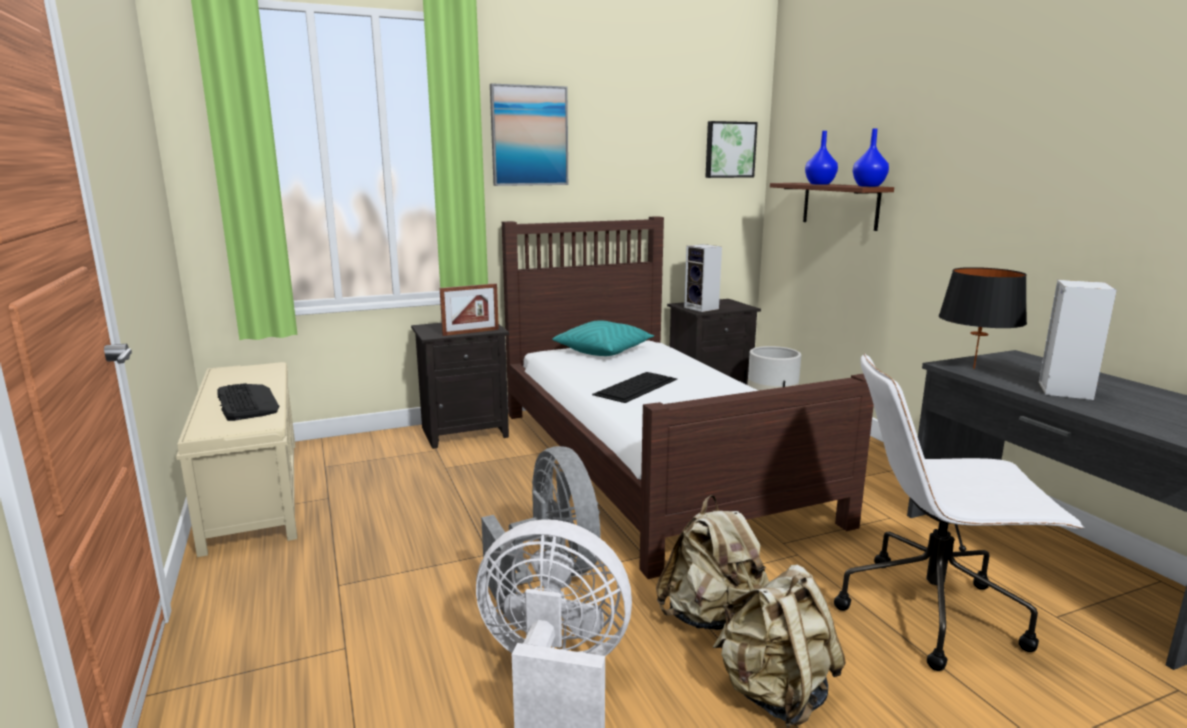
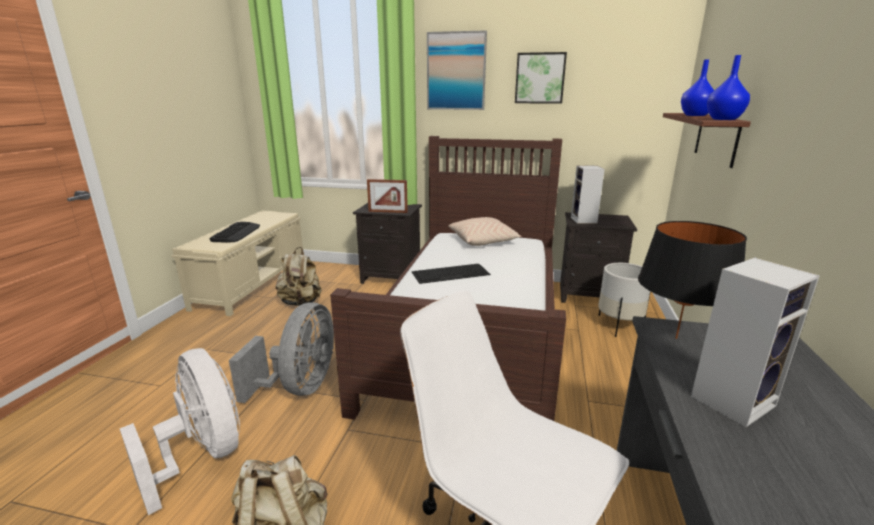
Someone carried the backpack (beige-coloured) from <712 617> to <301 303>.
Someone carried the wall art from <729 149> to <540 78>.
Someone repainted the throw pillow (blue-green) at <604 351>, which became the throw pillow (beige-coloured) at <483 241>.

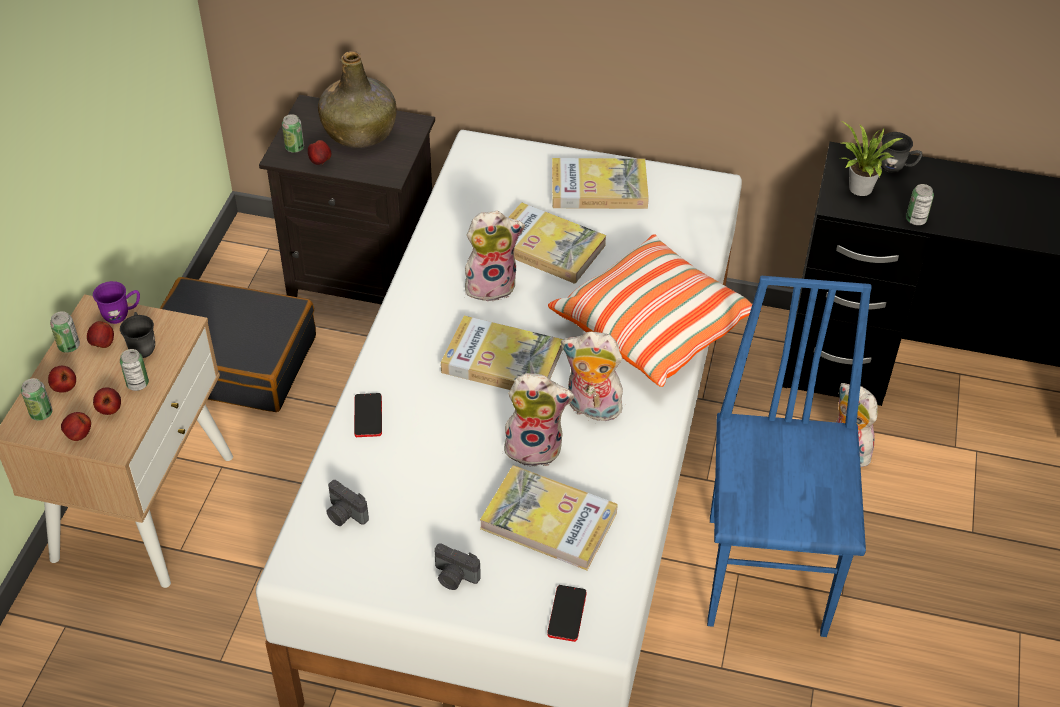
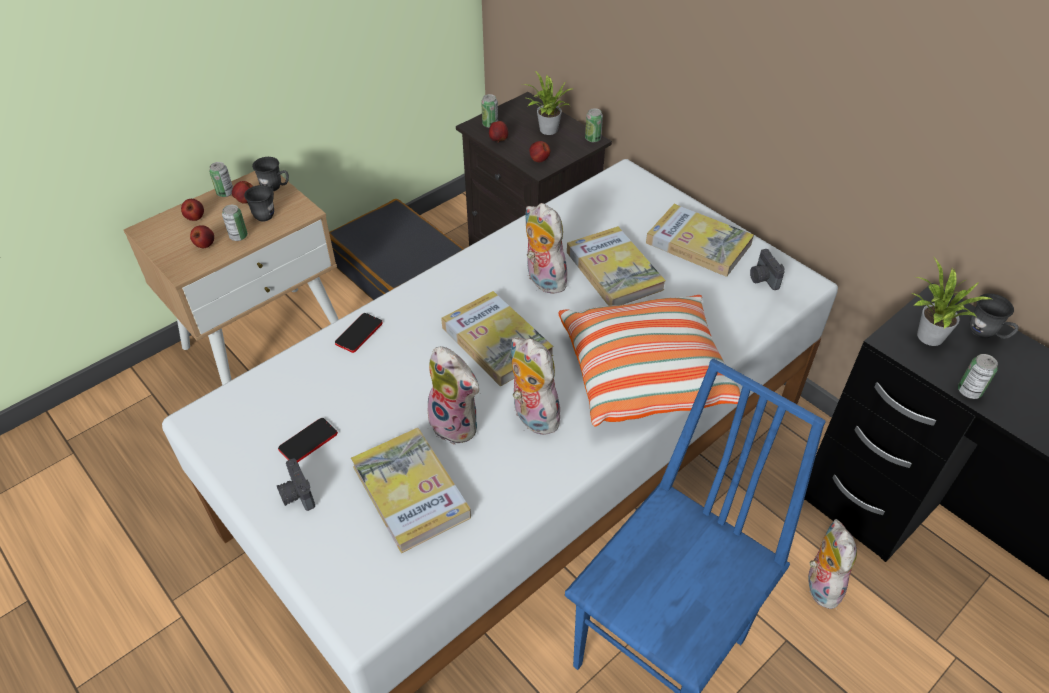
Someone carried the metal can from <41 413> to <593 139>.
Someone carried the apple fruit from <78 435> to <539 160>.
Someone carried the still camera from <344 515> to <762 279>.
Someone carried the handset from <567 614> to <308 441>.
Someone swapped the drink bottle (green-coloured) at <360 131> for the plant in a pot at <546 130>.
Someone repainted the tea mug (purple) at <122 315>, which became the tea mug (greyish) at <276 187>.
Someone rotated the plush toy at <491 285> by 150 degrees counterclockwise.

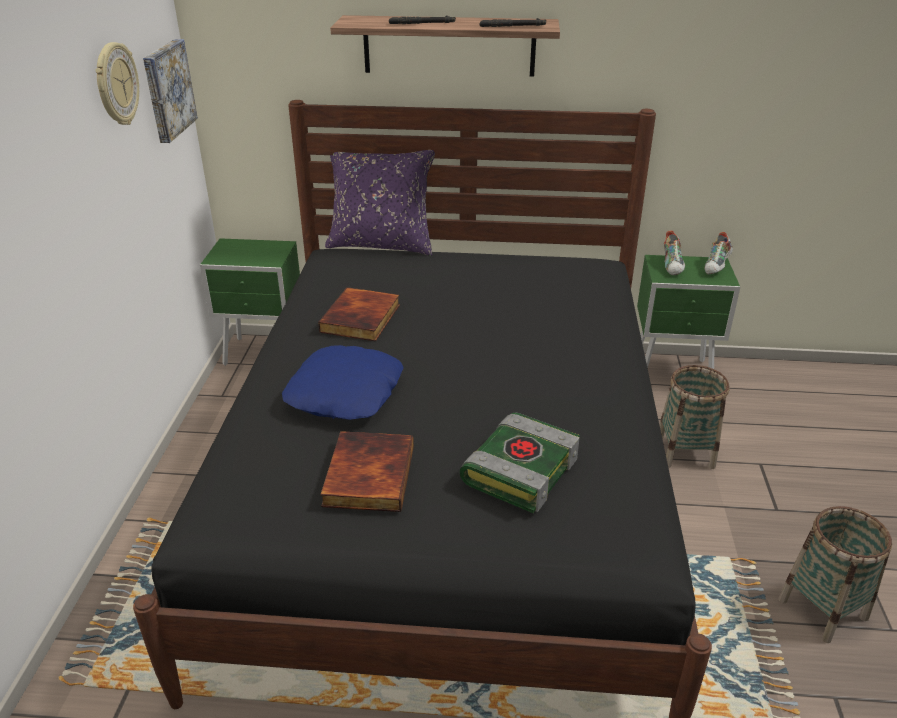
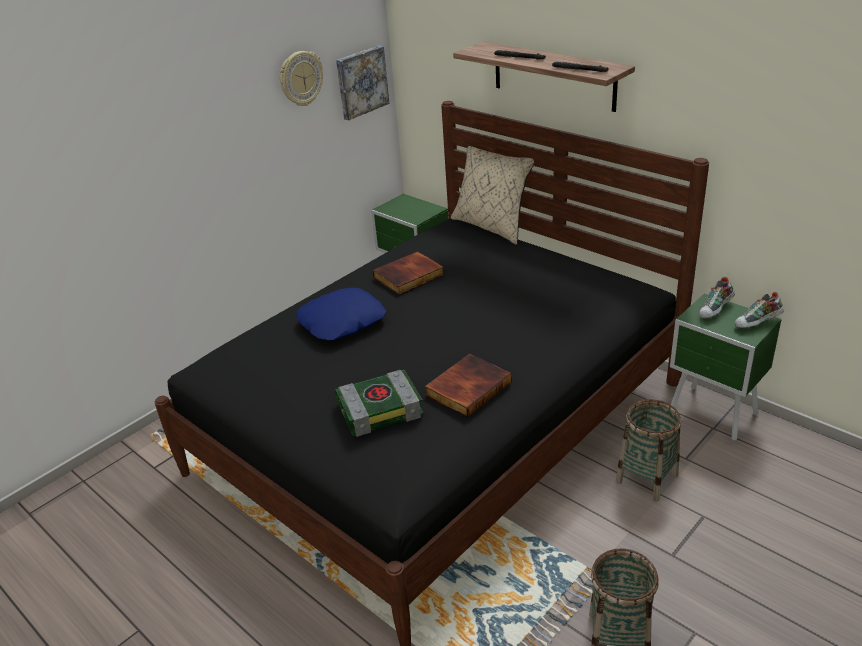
Someone carried the book from <367 475> to <467 387>.
Someone repainted the throw pillow (purple) at <382 244>, which became the throw pillow (beige-coloured) at <492 226>.

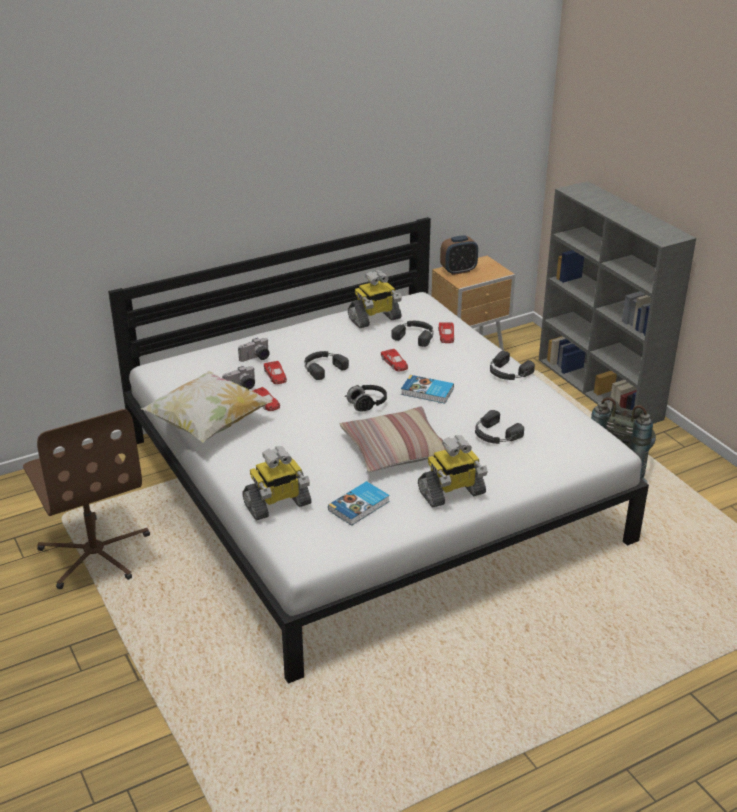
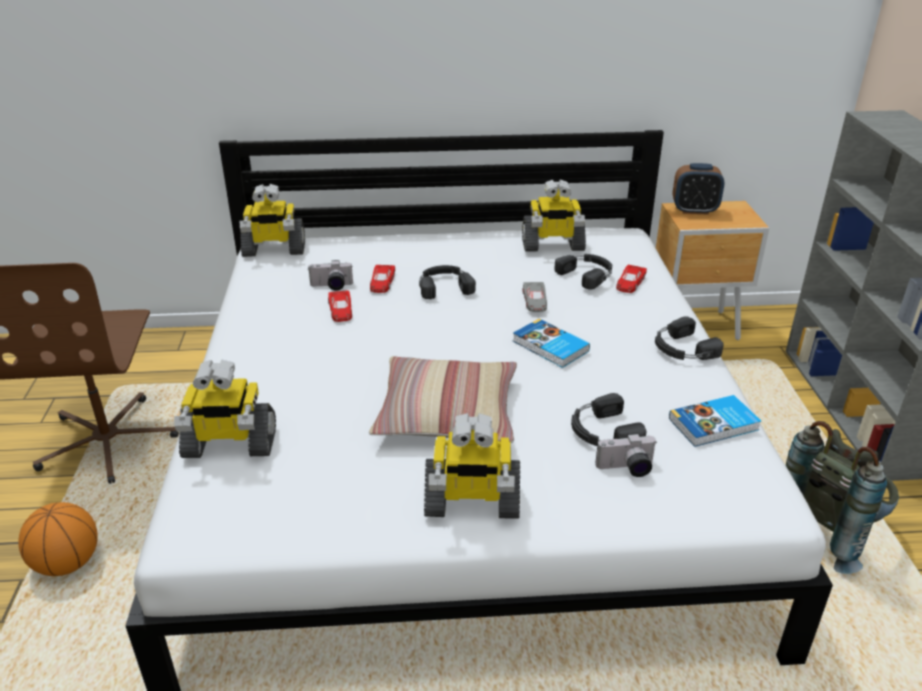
Someone took away the throw pillow at <208 425>.
Someone took away the headset (blackish) at <367 404>.
Someone put down the ball for basketball at <67 564>.
Someone put down the robot figure at <273 249>.
Someone carried the still camera from <256 358> to <626 469>.
Someone carried the book from <360 506> to <714 425>.
Someone repainted the model car (reddish) at <394 363>, which became the model car (greyish) at <534 301>.

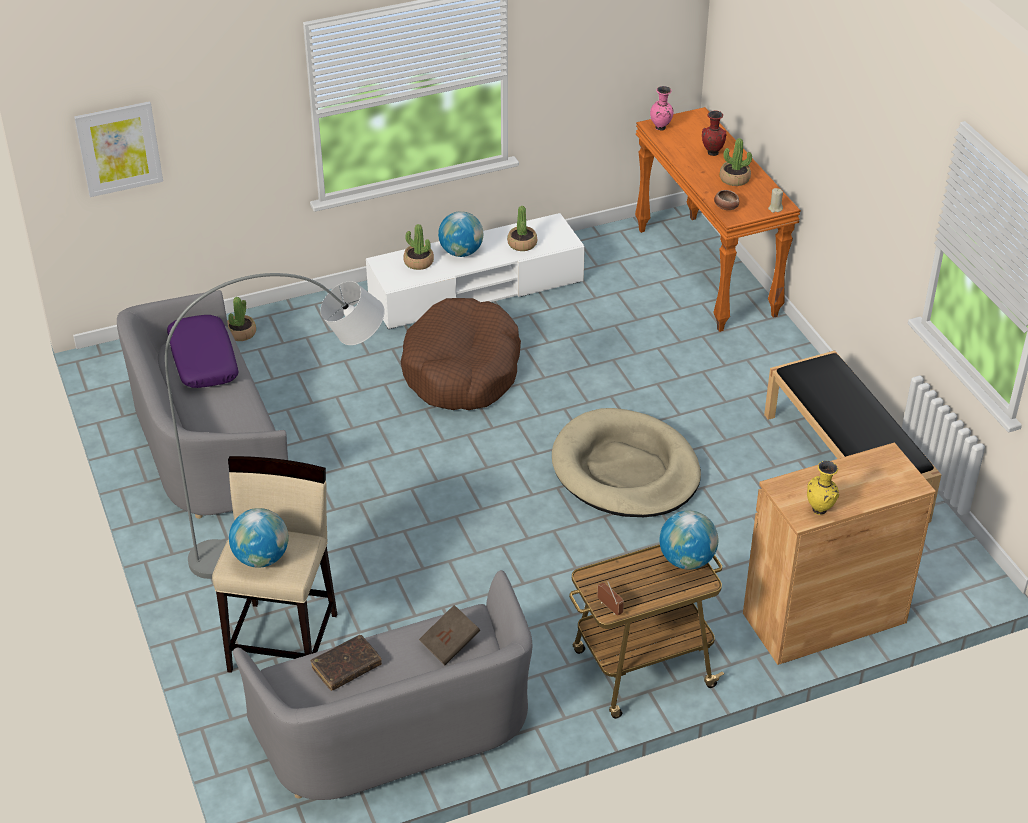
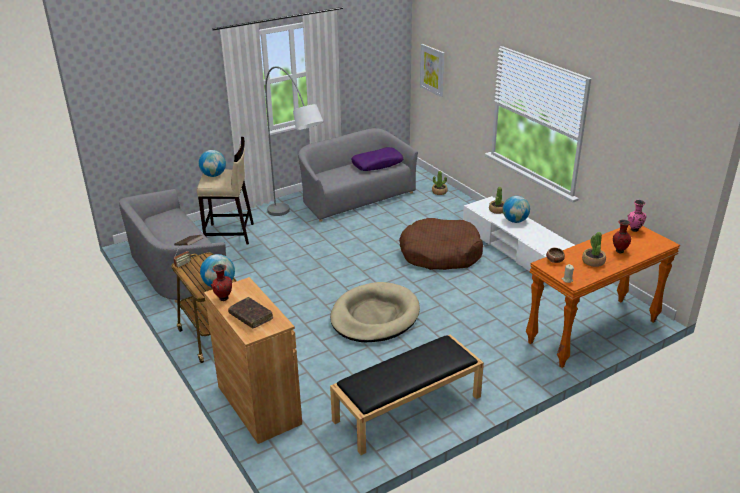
Someone took away the plant in a pot at <522 244>.
Someone carried the book (brown-coloured) from <346 667> to <251 317>.
Someone repainted the vase (yellow-coloured) at <820 510>, which became the vase (reddish) at <223 299>.

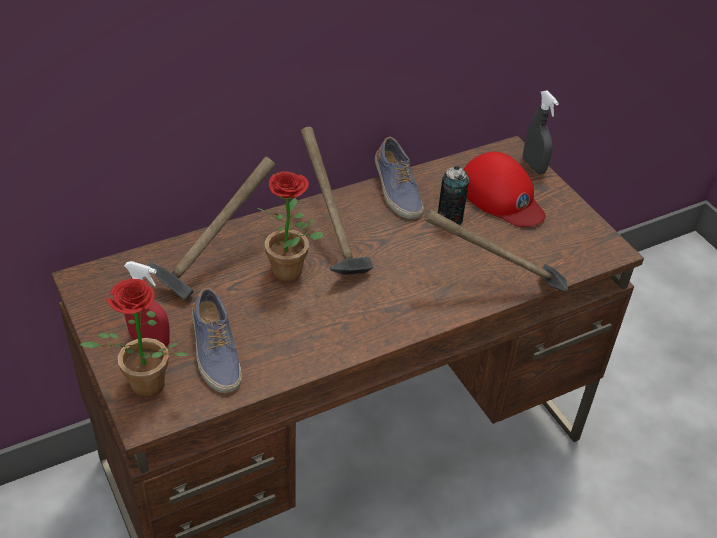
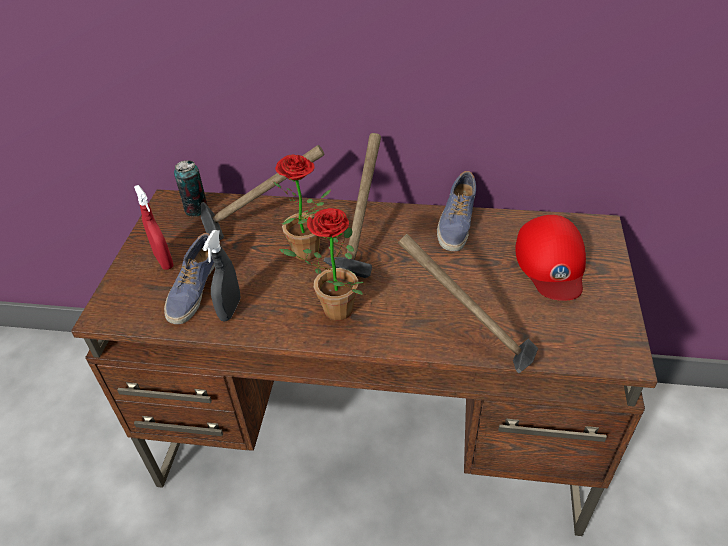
Someone carried the plant in a pot from <142 389> to <331 311>.
Someone carried the metal can from <449 219> to <196 209>.
Someone carried the hand sprayer (greyish) from <534 166> to <230 309>.

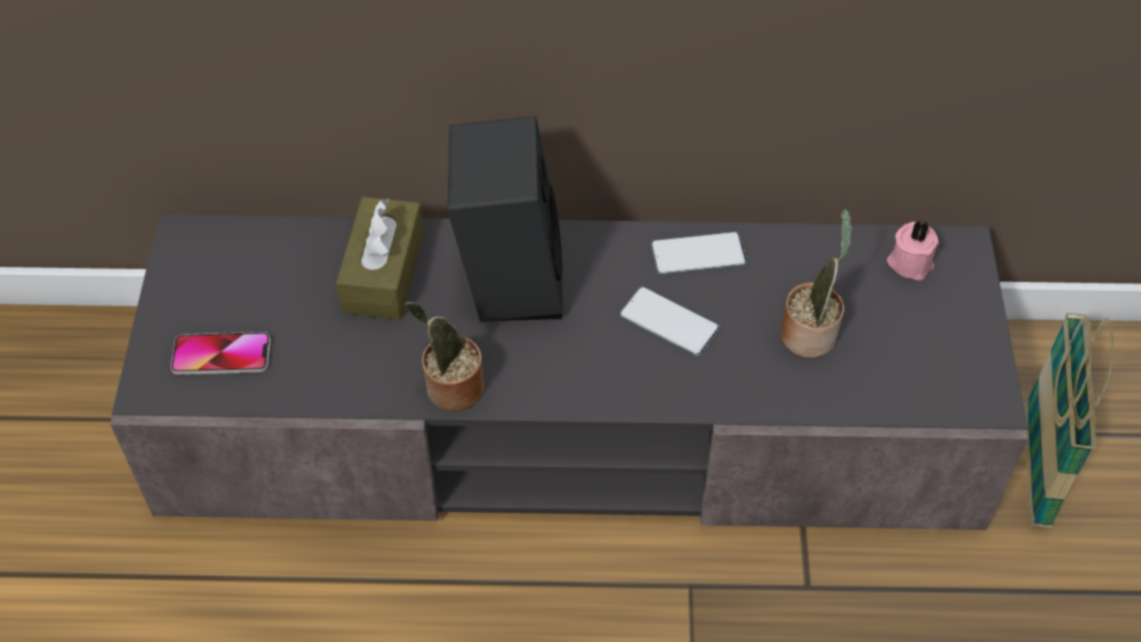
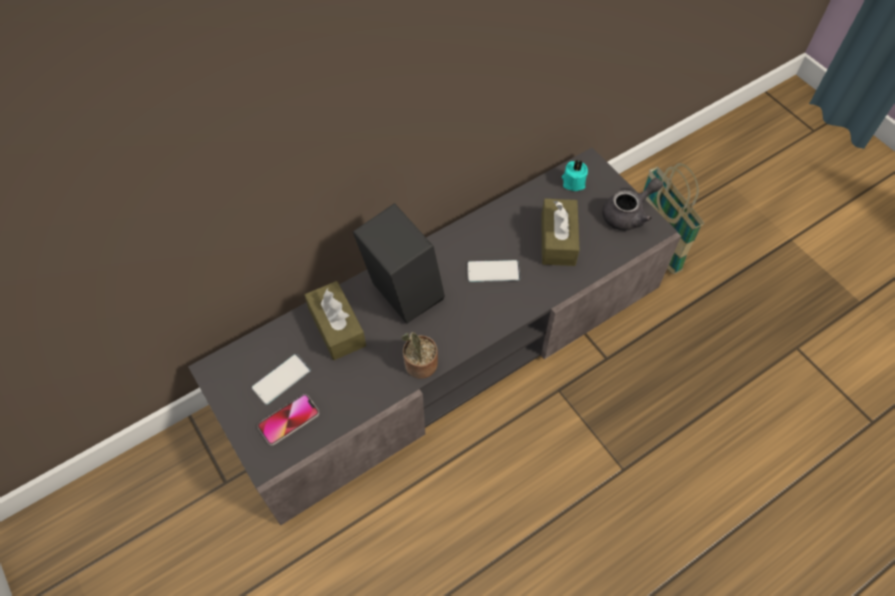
Someone put down the teapot (greyish) at <628 214>.
Someone carried the handset from <698 254> to <281 379>.
Someone swapped the plant in a pot at <810 332> for the tissue holder (brown-coloured) at <558 240>.
Someone repainted the wax candle (pink-coloured) at <910 261>, which became the wax candle (blue-green) at <573 182>.

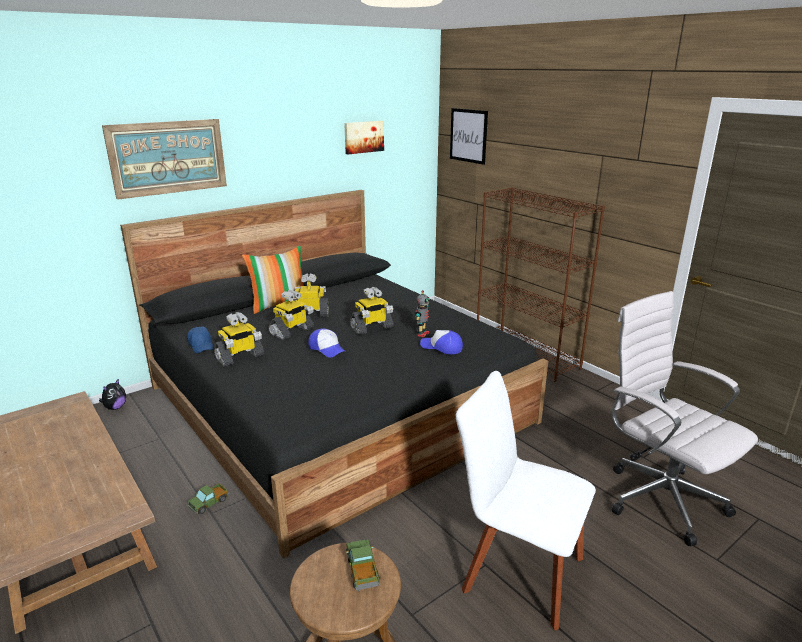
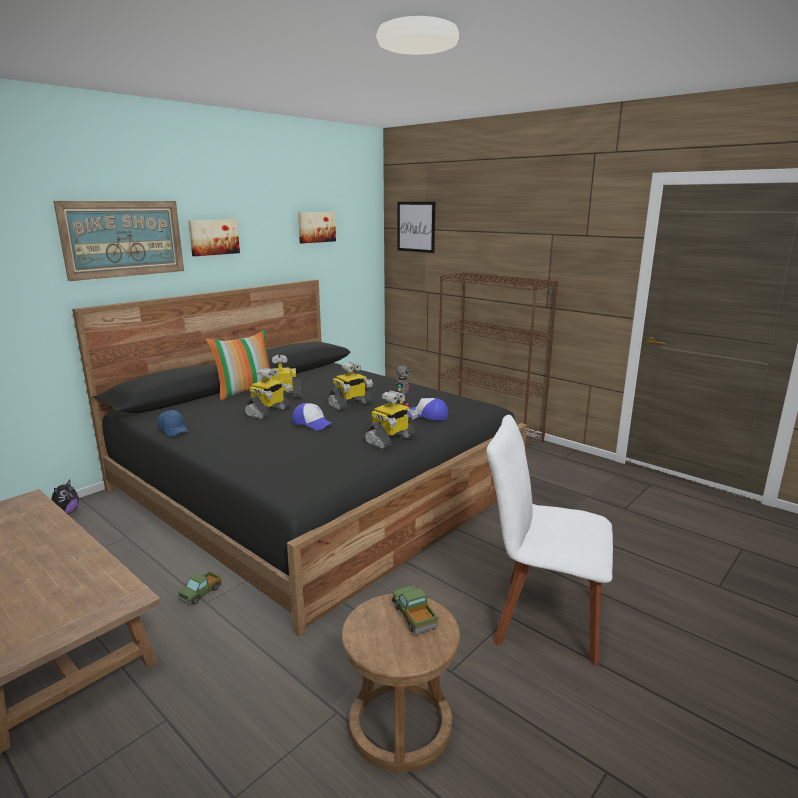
Someone took away the computer chair (white-coloured) at <659 497>.
Someone put up the wall art at <213 237>.
Someone carried the robot figure from <240 357> to <390 440>.

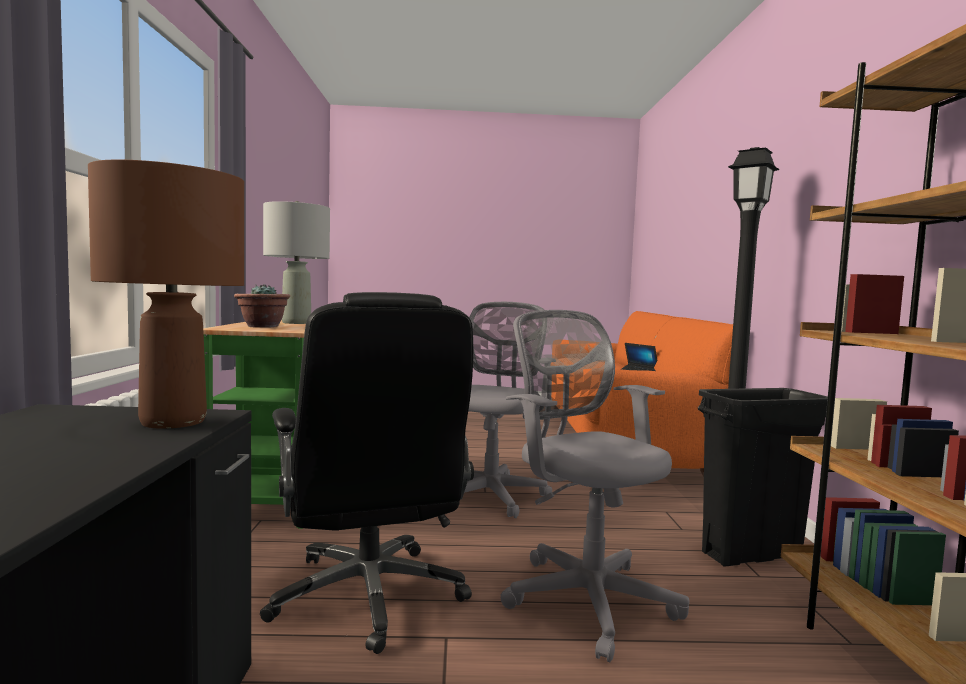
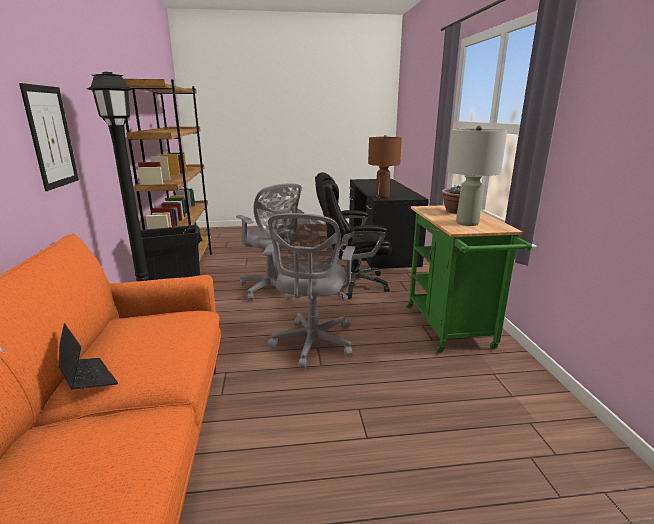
Someone put up the wall art at <51 137>.
Someone rotated the computer chair (blackish) at <369 597> by 75 degrees counterclockwise.

